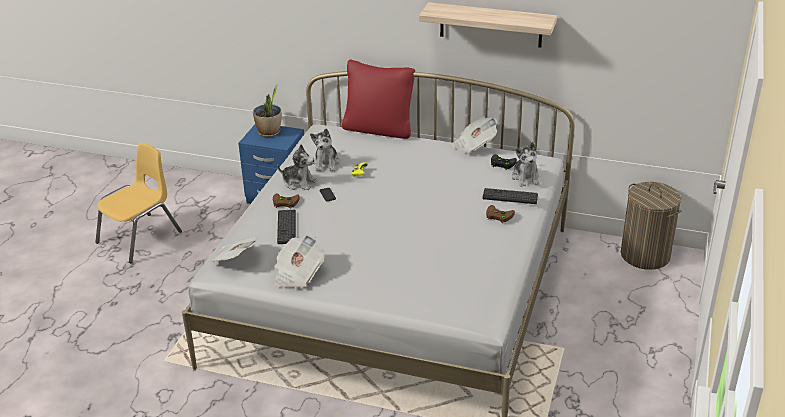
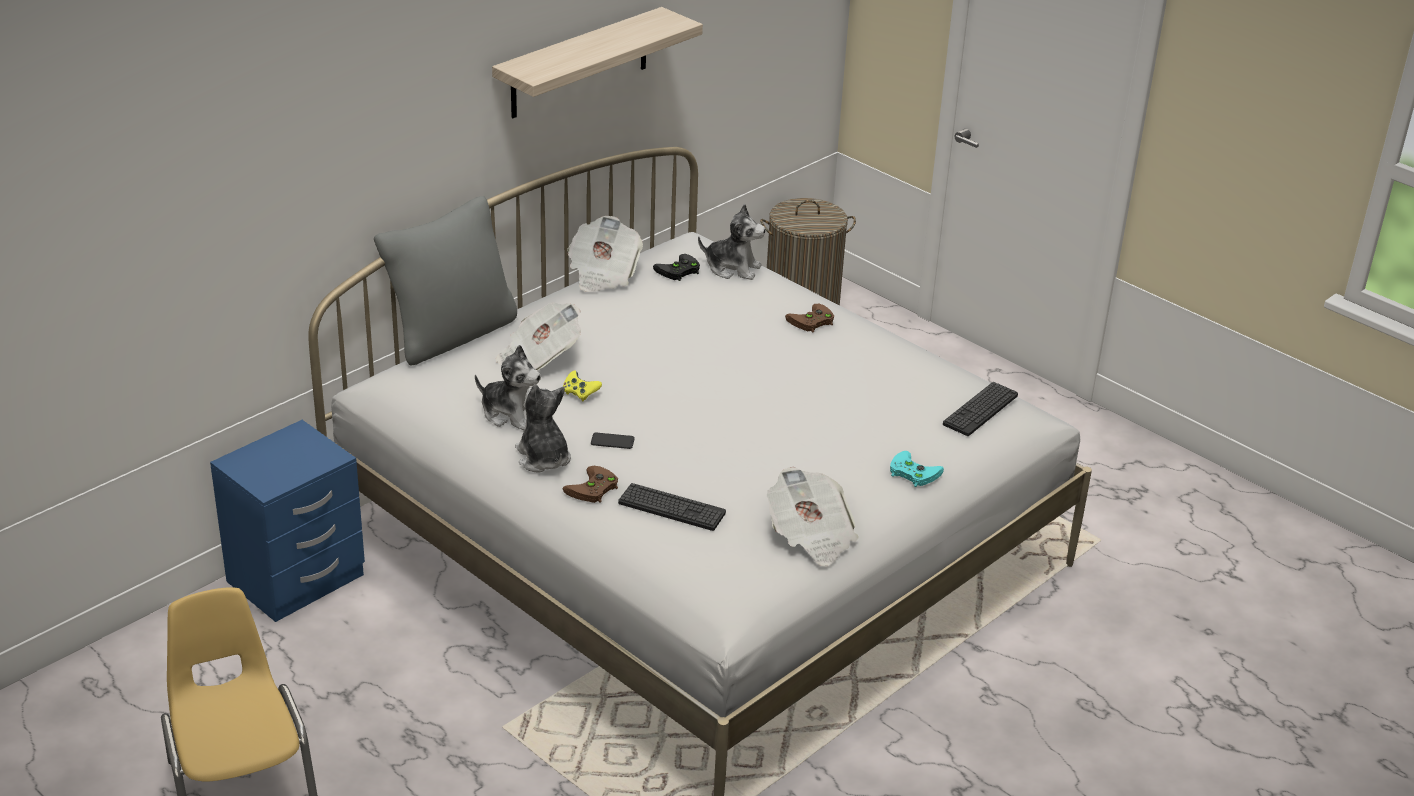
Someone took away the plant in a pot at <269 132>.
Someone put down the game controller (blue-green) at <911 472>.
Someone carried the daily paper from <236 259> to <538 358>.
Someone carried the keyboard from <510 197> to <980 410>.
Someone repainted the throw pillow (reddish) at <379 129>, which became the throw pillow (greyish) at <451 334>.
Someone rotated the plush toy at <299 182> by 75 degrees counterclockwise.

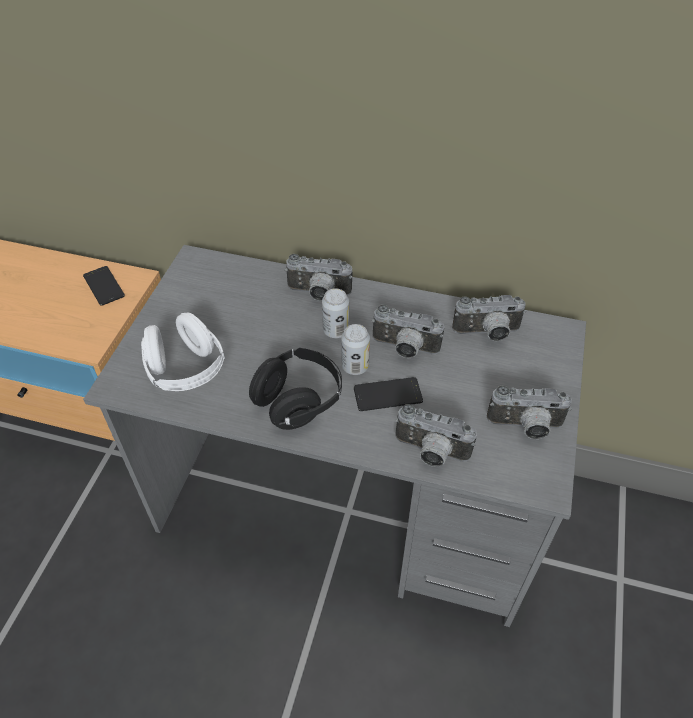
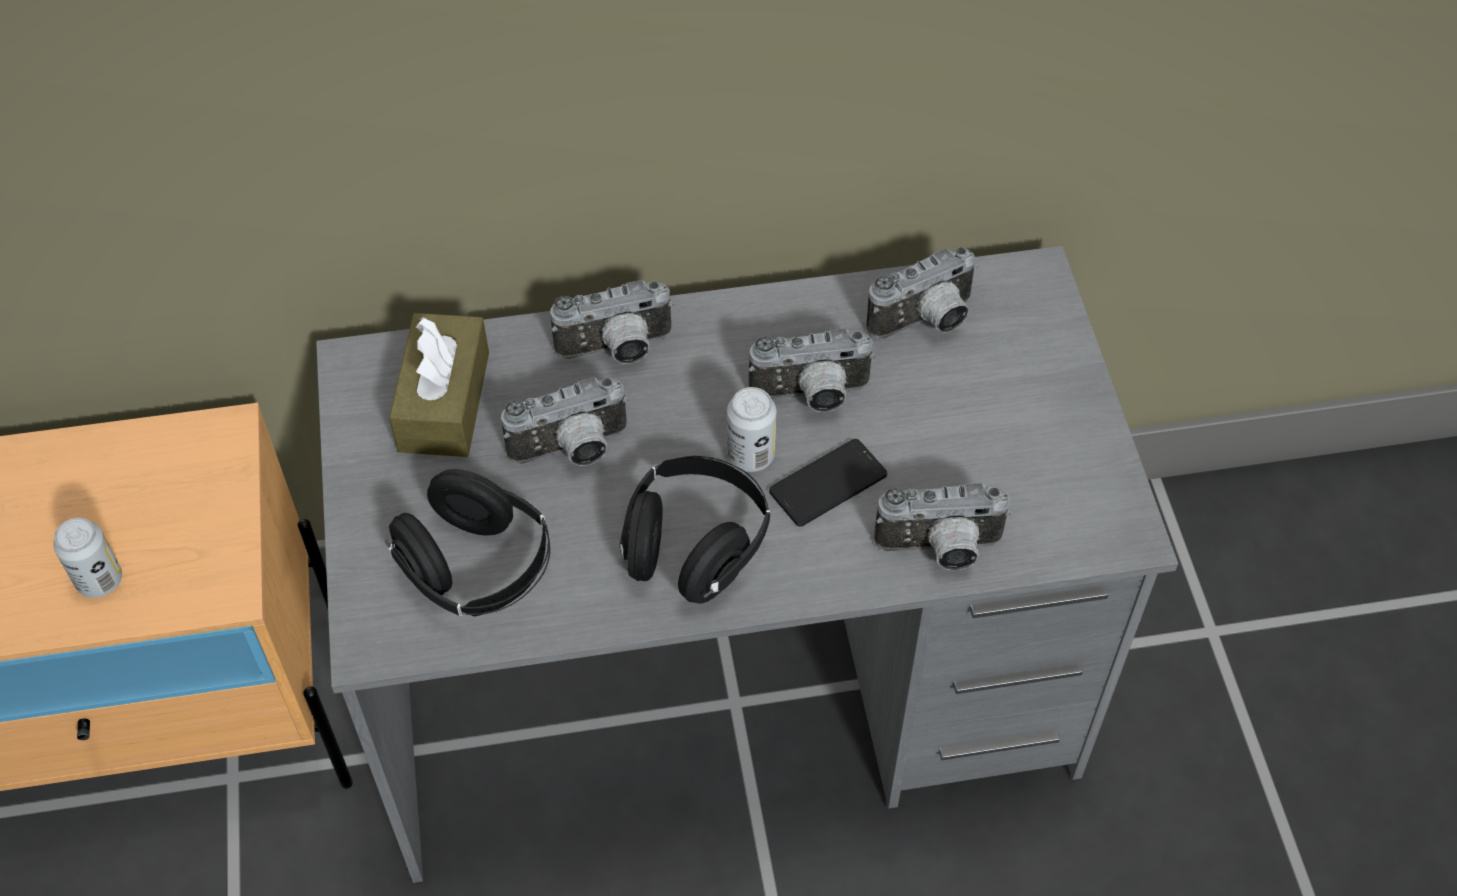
Someone took away the handset at <104 286>.
Someone put down the tissue holder (brown-coloured) at <444 401>.
Someone carried the metal can from <336 330> to <100 580>.
Someone carried the still camera from <525 427> to <572 451>.
Someone repainted the headset (white-coloured) at <186 370>, which became the headset (blackish) at <477 569>.

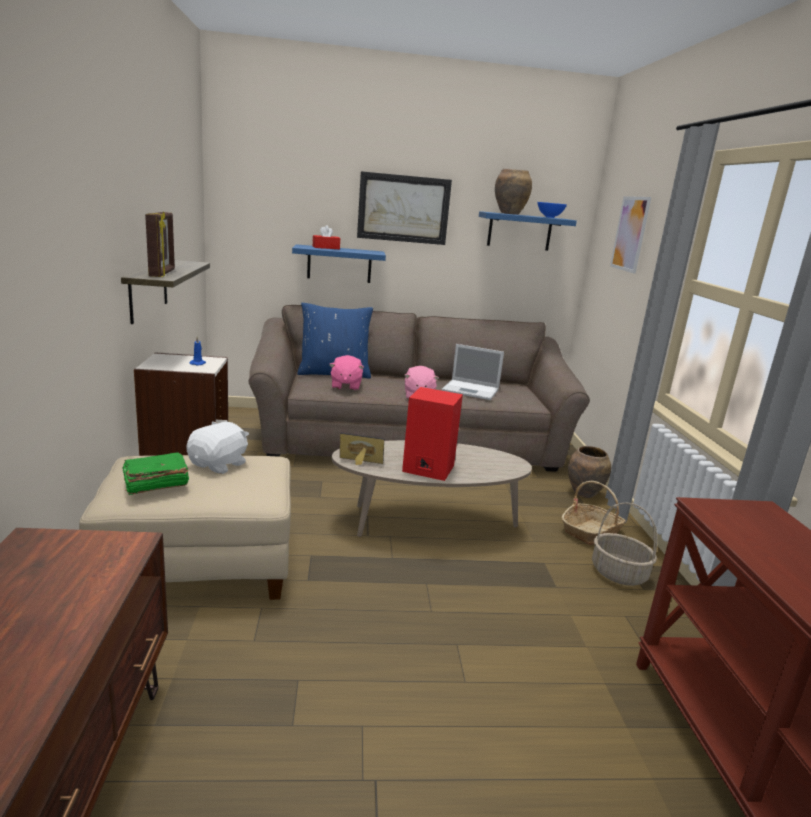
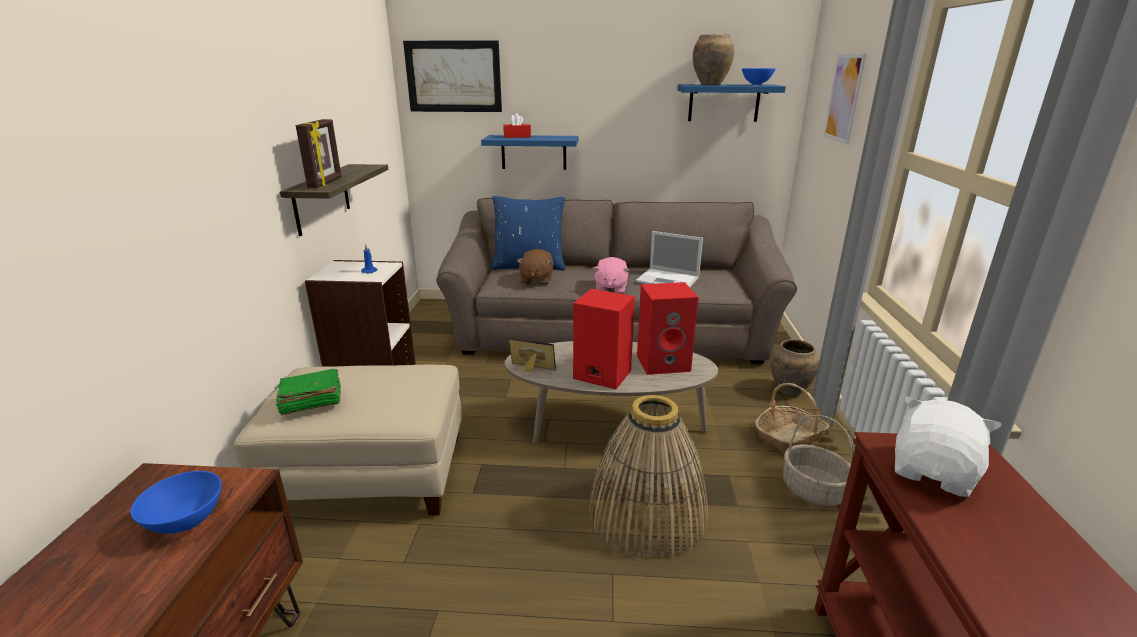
Someone put down the serving bowl (blue-coloured) at <186 523>.
Someone put down the household basket at <647 513>.
Someone put down the audio speaker (reddish) at <664 362>.
Someone carried the plush toy (white-coloured) from <219 465> to <933 472>.
Someone carried the wall art from <403 208> to <454 76>.
Someone repainted the plush toy (pink-coloured) at <345 386>, which became the plush toy (brown-coloured) at <536 280>.

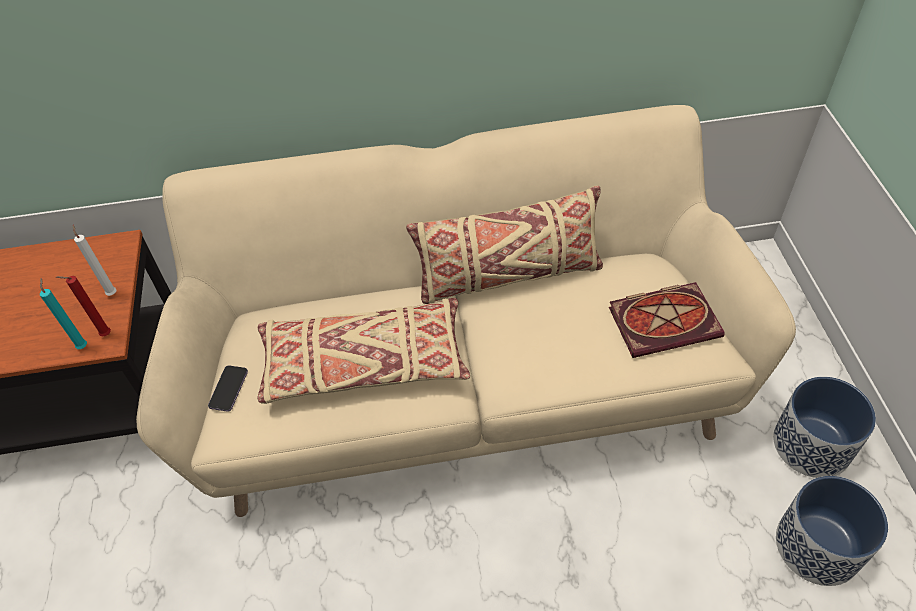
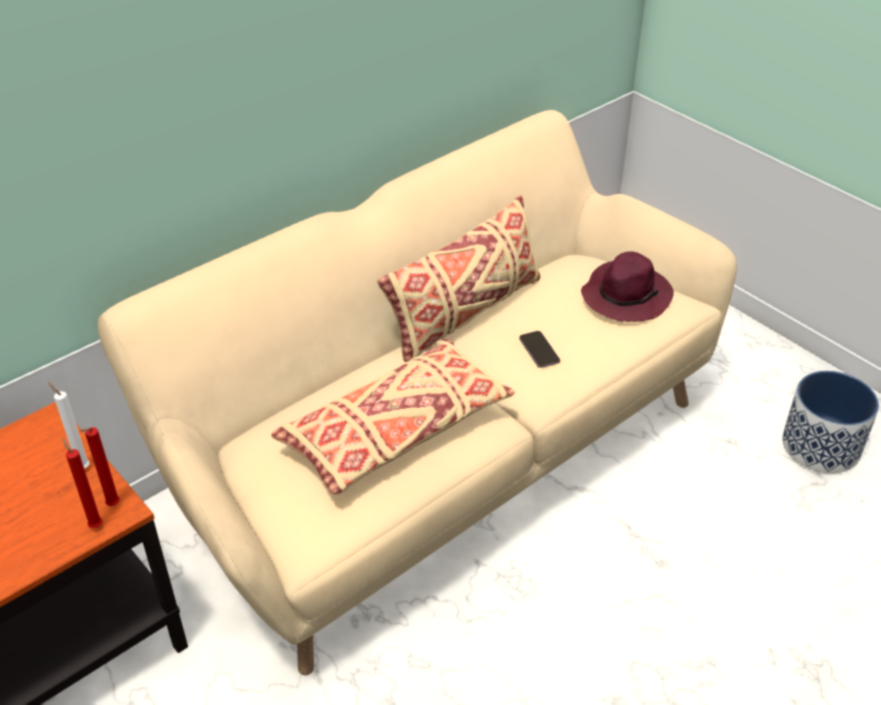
Someone took away the flower pot at <812 445>.
Someone carried the handset from <228 389> to <539 350>.
Someone swapped the book at <665 320> for the hat (purple) at <626 296>.
Someone repainted the wax candle (blue-green) at <83 345>, which became the wax candle (reddish) at <95 525>.

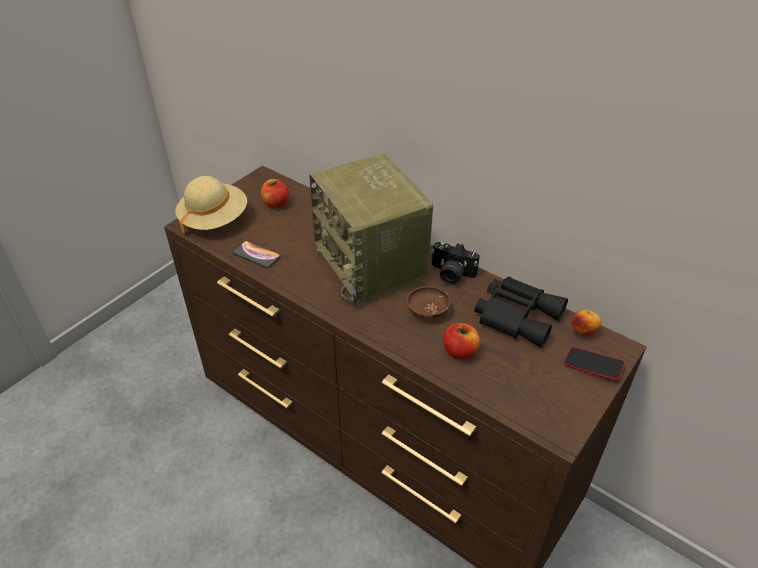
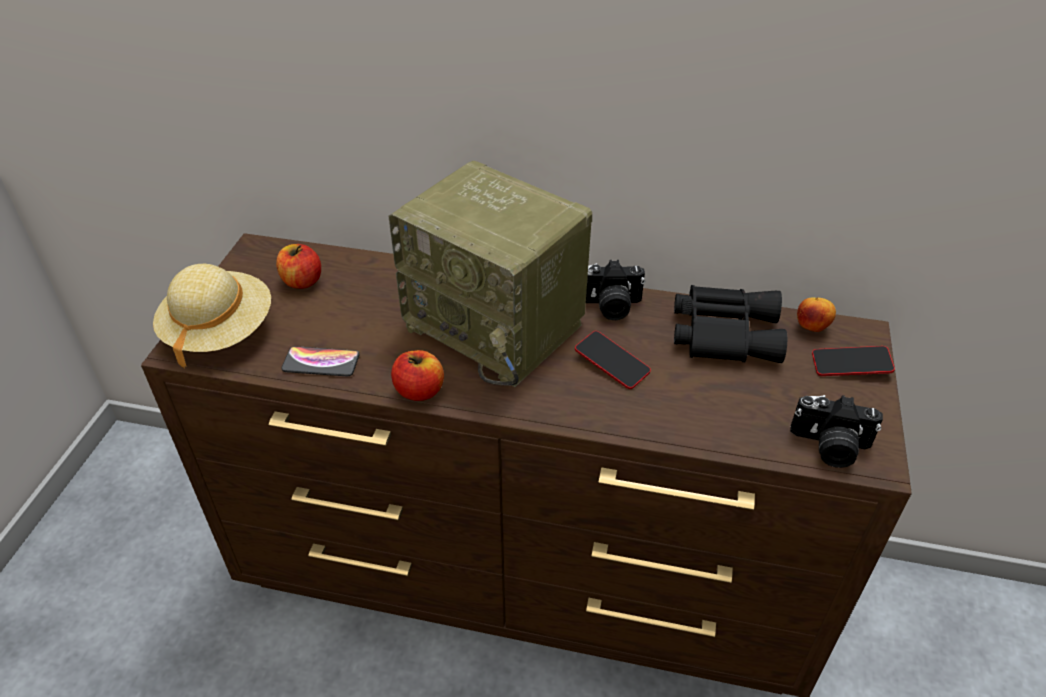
Someone put down the still camera at <829 447>.
Someone carried the apple fruit from <460 351> to <419 391>.
Someone swapped the serving bowl (brown-coloured) at <427 311> for the handset at <612 363>.

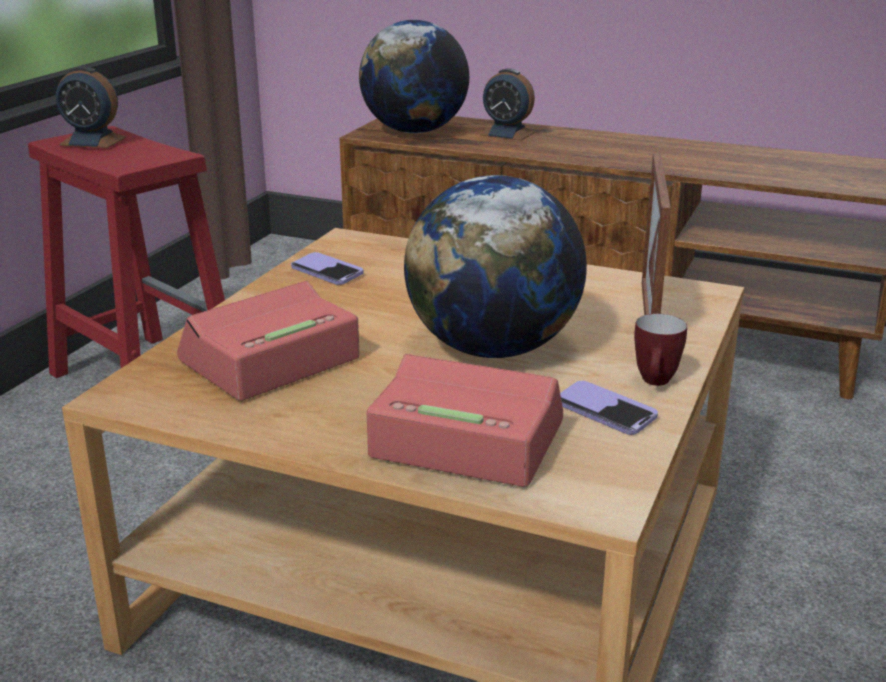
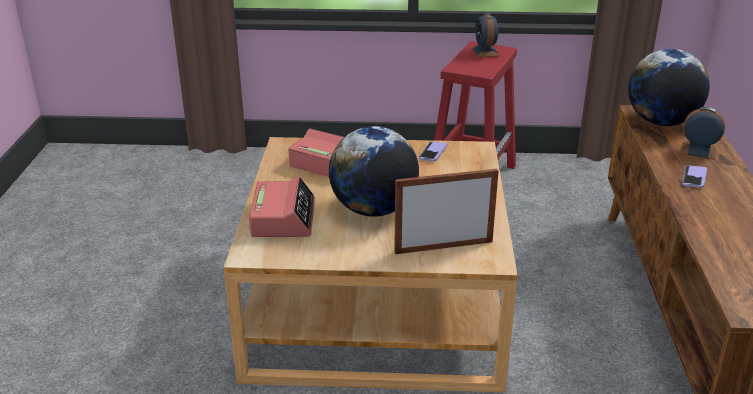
Someone took away the tea mug at <656 383>.
Someone carried the handset from <605 410> to <694 178>.
Someone rotated the alarm clock at <507 133> by 105 degrees clockwise.

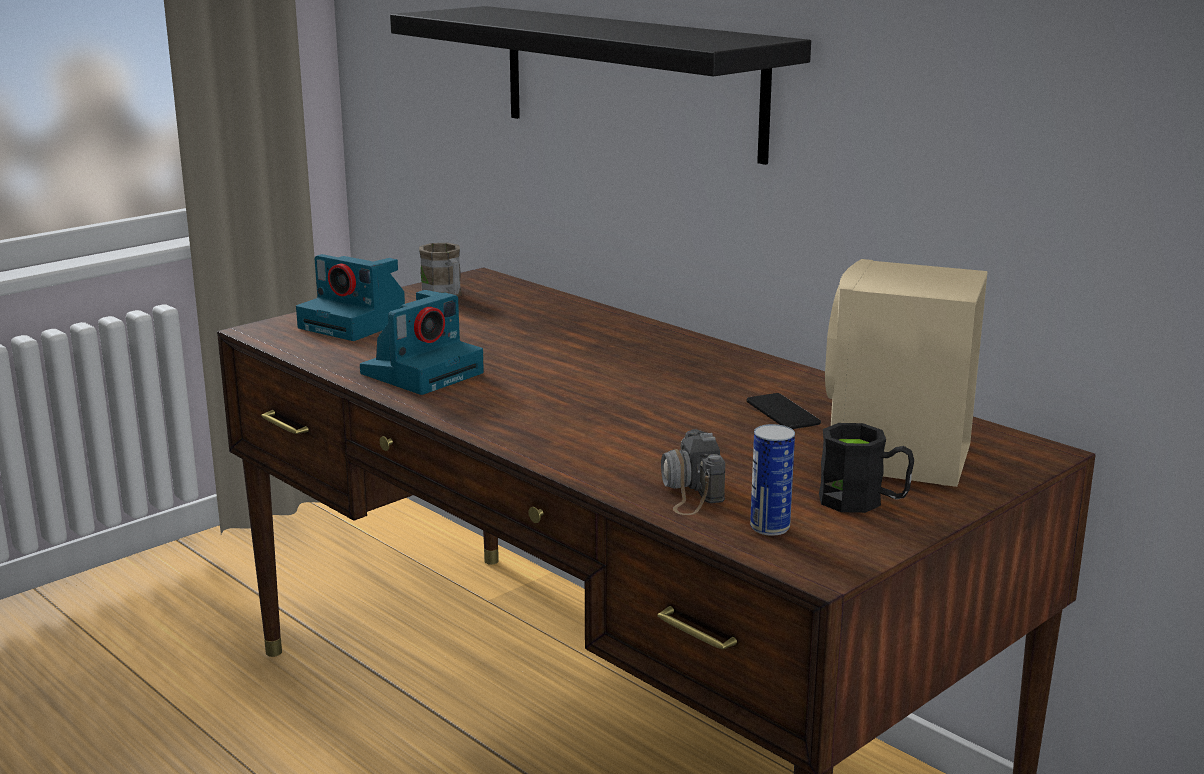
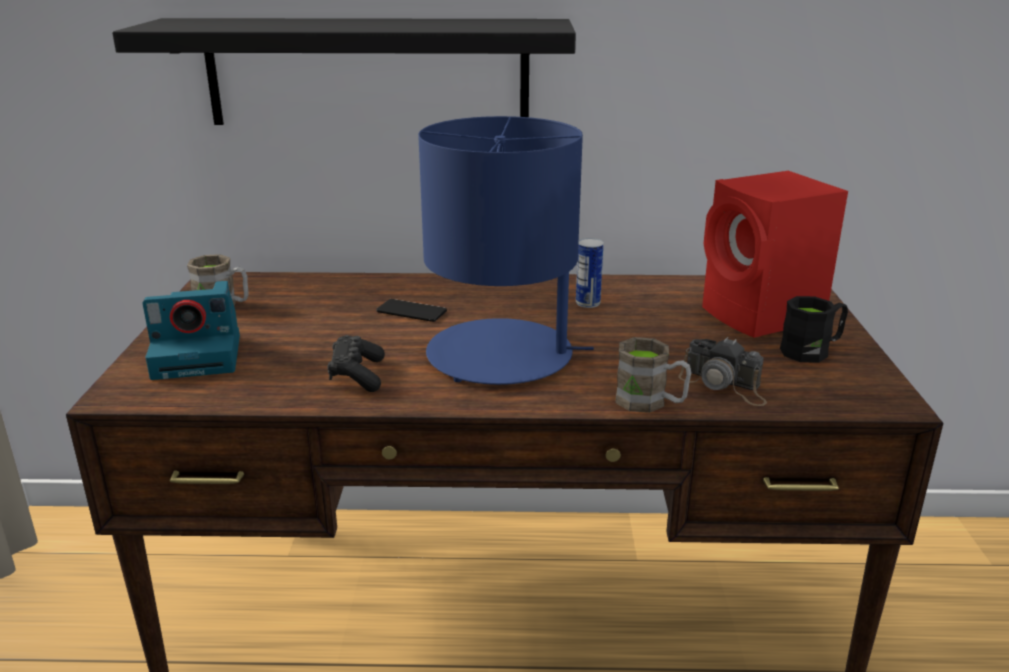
Someone put down the tabletop lamp (blue-coloured) at <502 355>.
Someone put down the tea mug (brown-coloured) at <650 402>.
Someone carried the handset from <782 413> to <411 311>.
Someone carried the metal can from <770 527> to <587 303>.
Someone swapped the still camera at <423 372> for the game controller (blackish) at <357 376>.
Someone repainted the audio speaker (beige-coloured) at <897 460>, which became the audio speaker (reddish) at <763 317>.

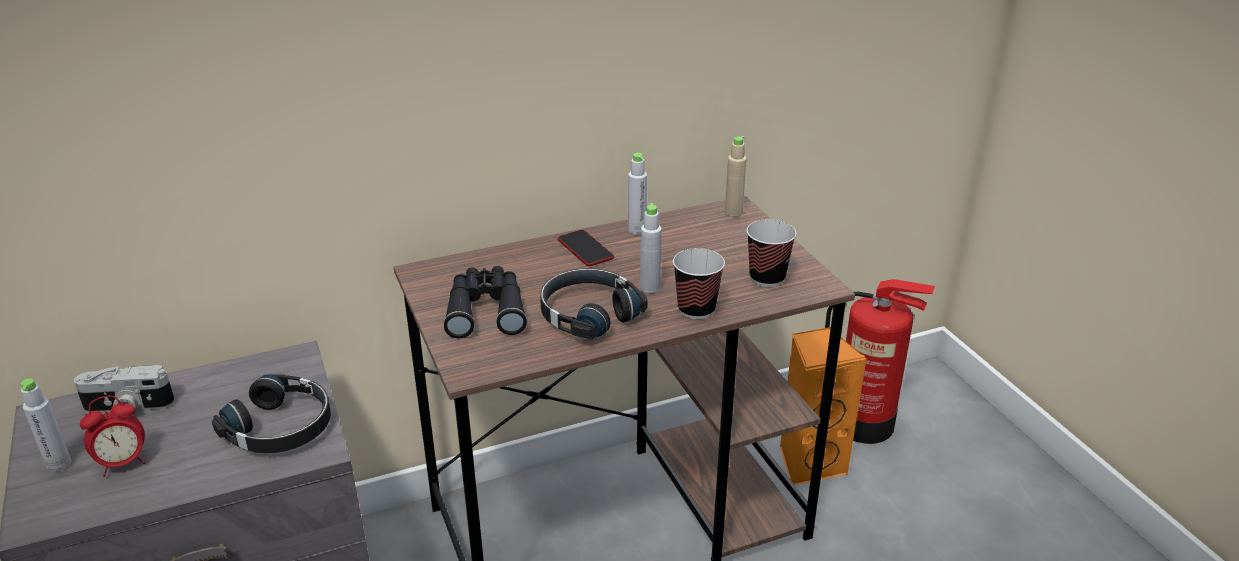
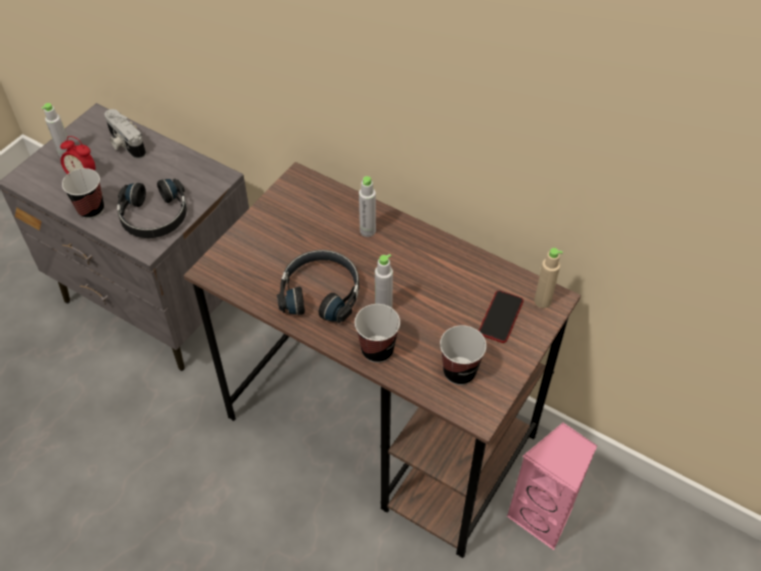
Someone took away the field glasses (blackish) at <486 310>.
Someone took away the extinguisher at <864 424>.
Someone put down the small cup at <91 209>.
Someone carried the handset from <585 249> to <500 317>.
Someone carried the drink bottle (greyish) from <637 230> to <367 231>.
Someone repainted the audio speaker (orange) at <809 462>, which became the audio speaker (pink-coloured) at <543 515>.

